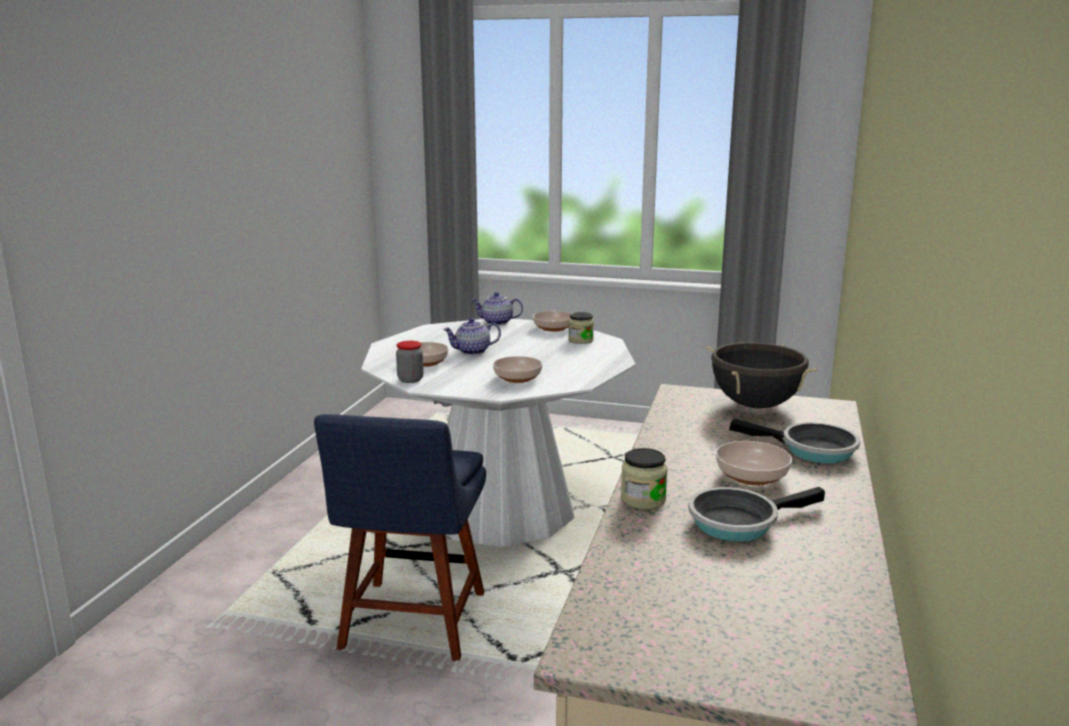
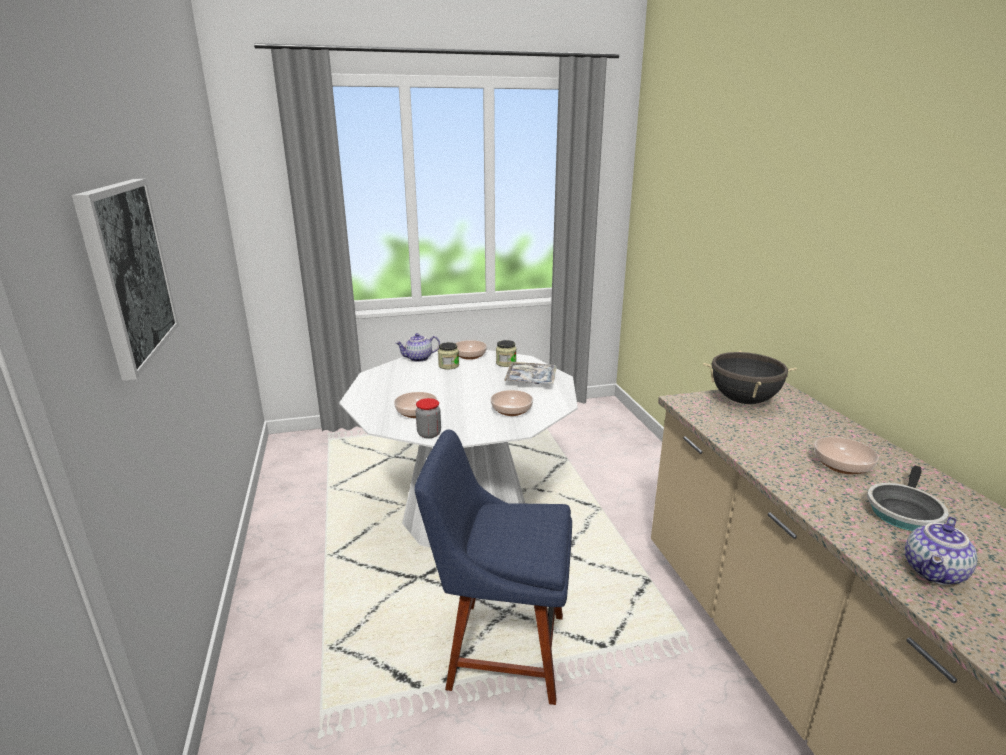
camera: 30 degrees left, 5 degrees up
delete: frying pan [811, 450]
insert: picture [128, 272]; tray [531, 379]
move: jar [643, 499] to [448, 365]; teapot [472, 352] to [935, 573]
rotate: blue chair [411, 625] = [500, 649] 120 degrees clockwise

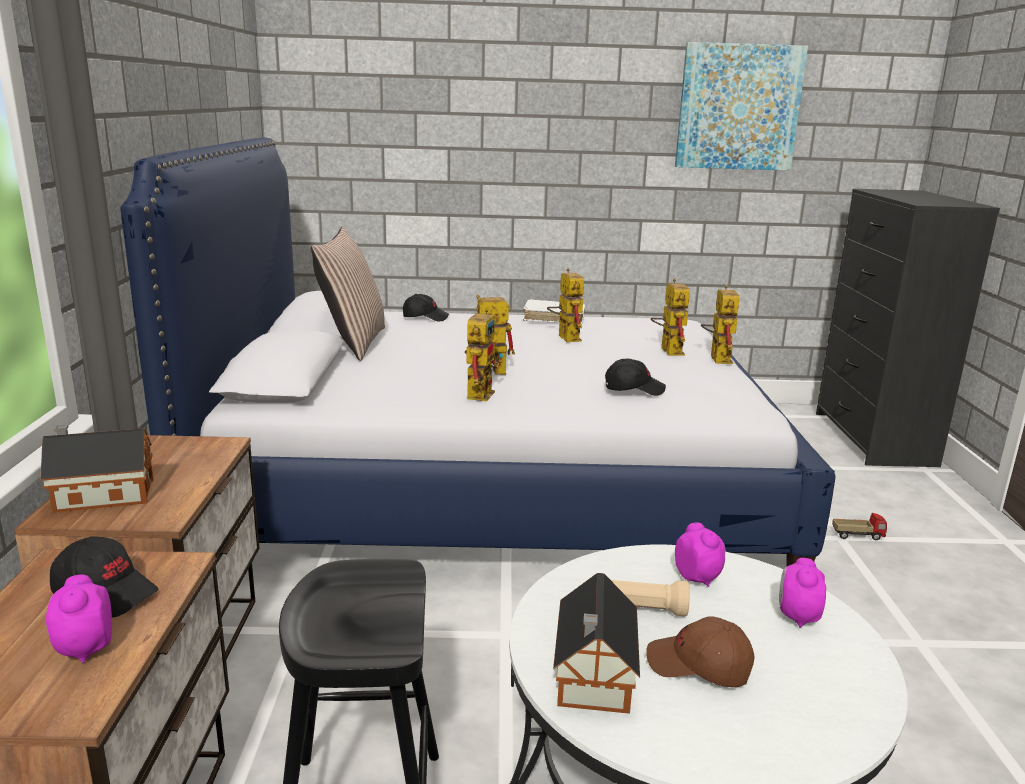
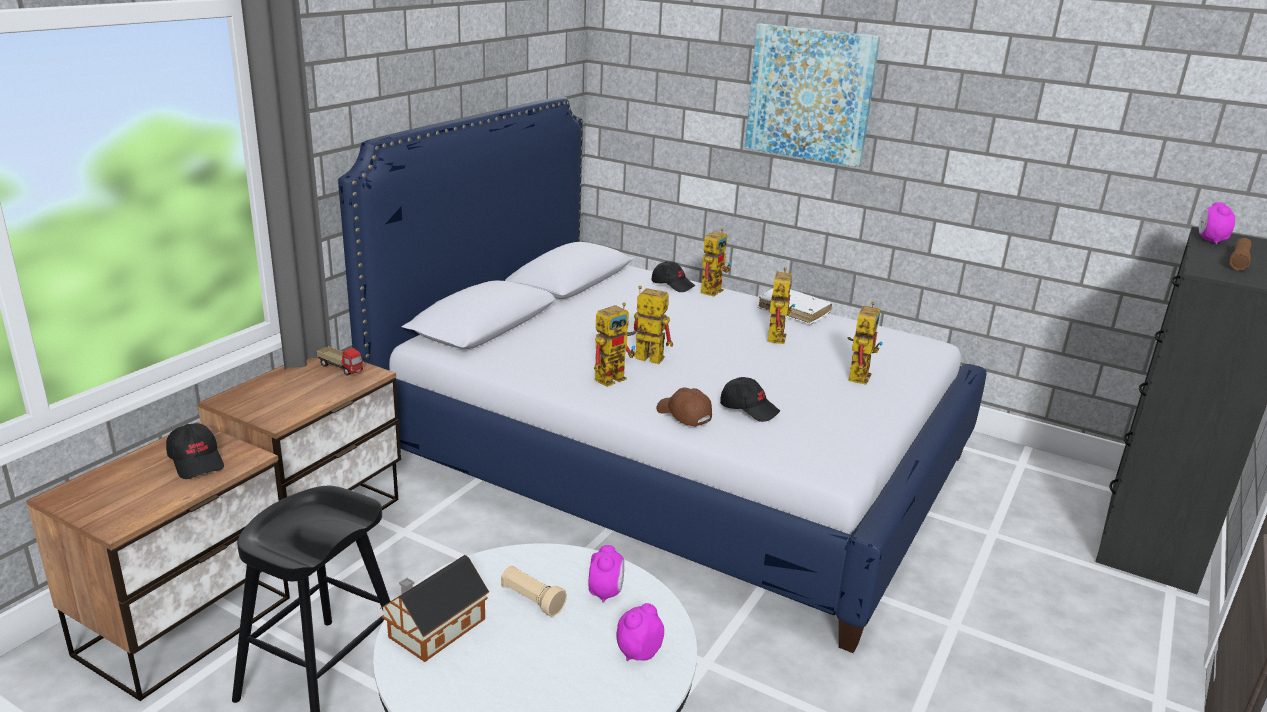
camera: 30 degrees right, 5 degrees up
delete: toy house [100, 495]; pillow [353, 342]
insert: brown flashlight [1239, 260]
move: toy truck [857, 536] to [341, 368]; brown cap [699, 667] to [683, 415]; toy robot [717, 358] to [712, 289]; picture [738, 107] to [810, 94]; alarm clock [84, 649] to [1210, 241]

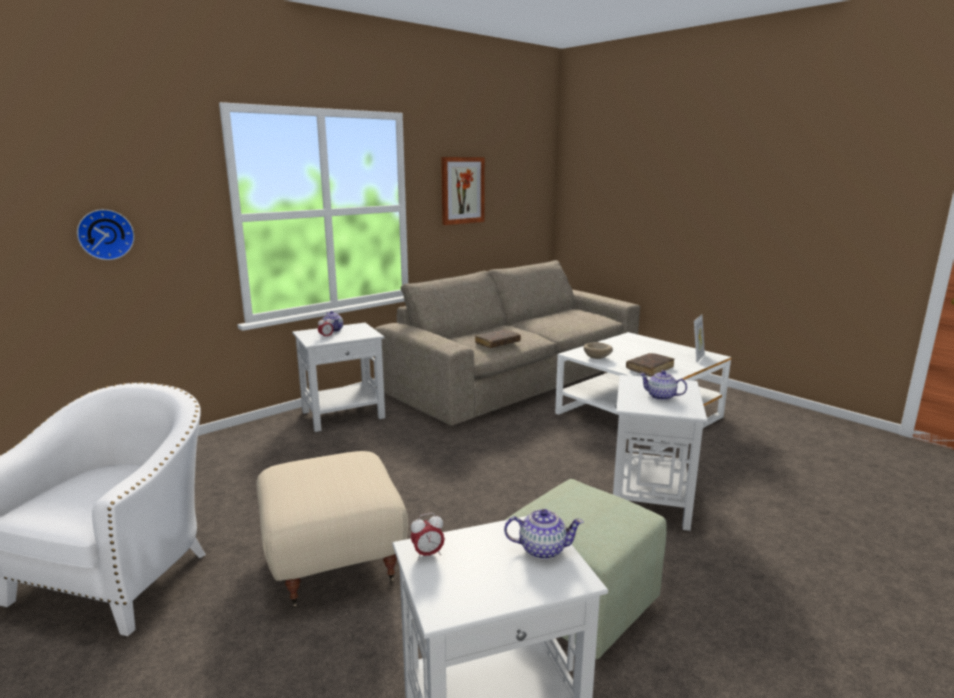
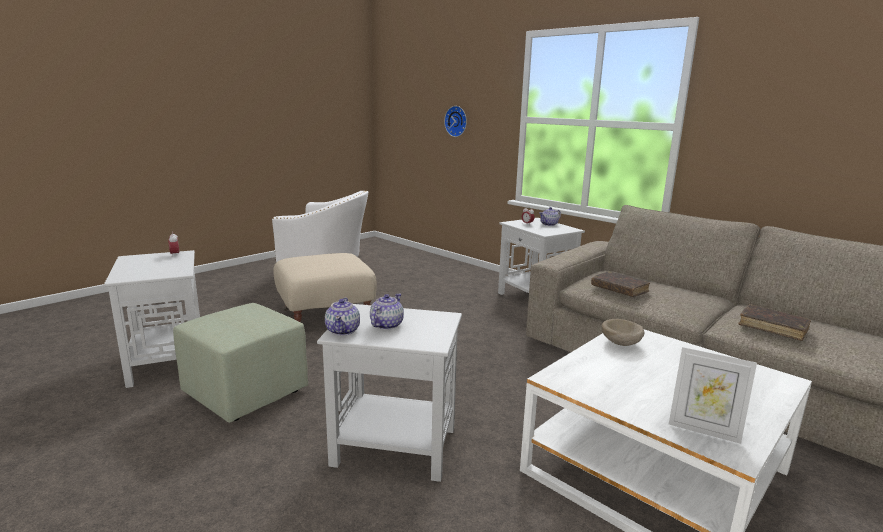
camera: 85 degrees right, 0 degrees up
delete: picture [462, 190]
move: teapot [542, 549] to [343, 330]; brown book [649, 369] to [772, 328]

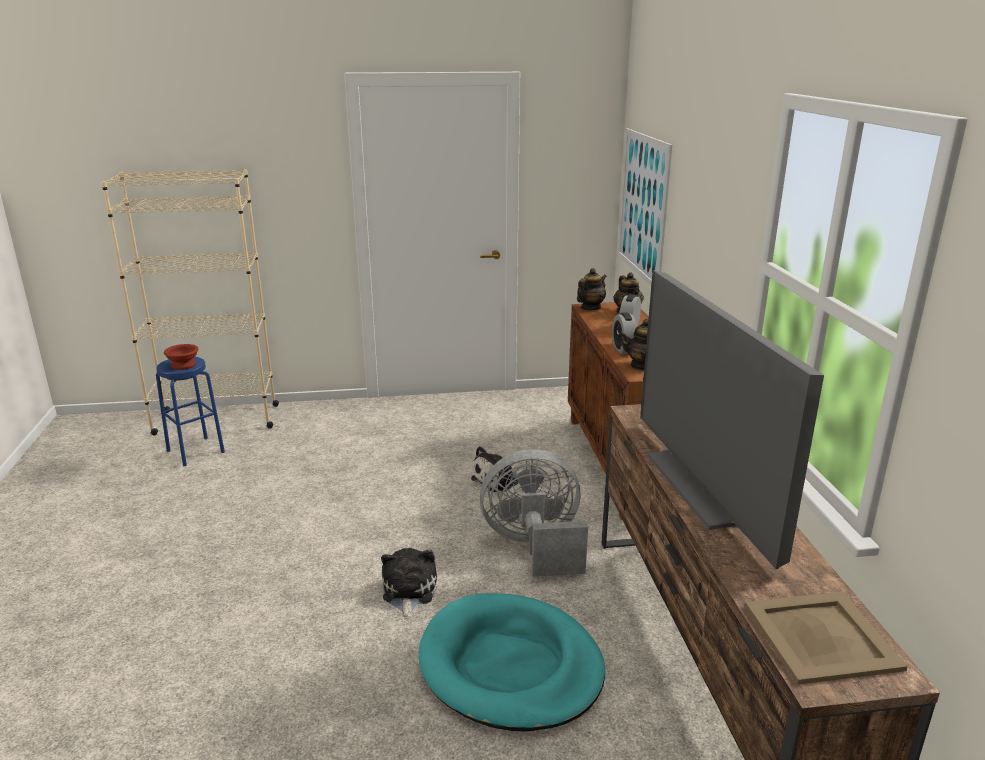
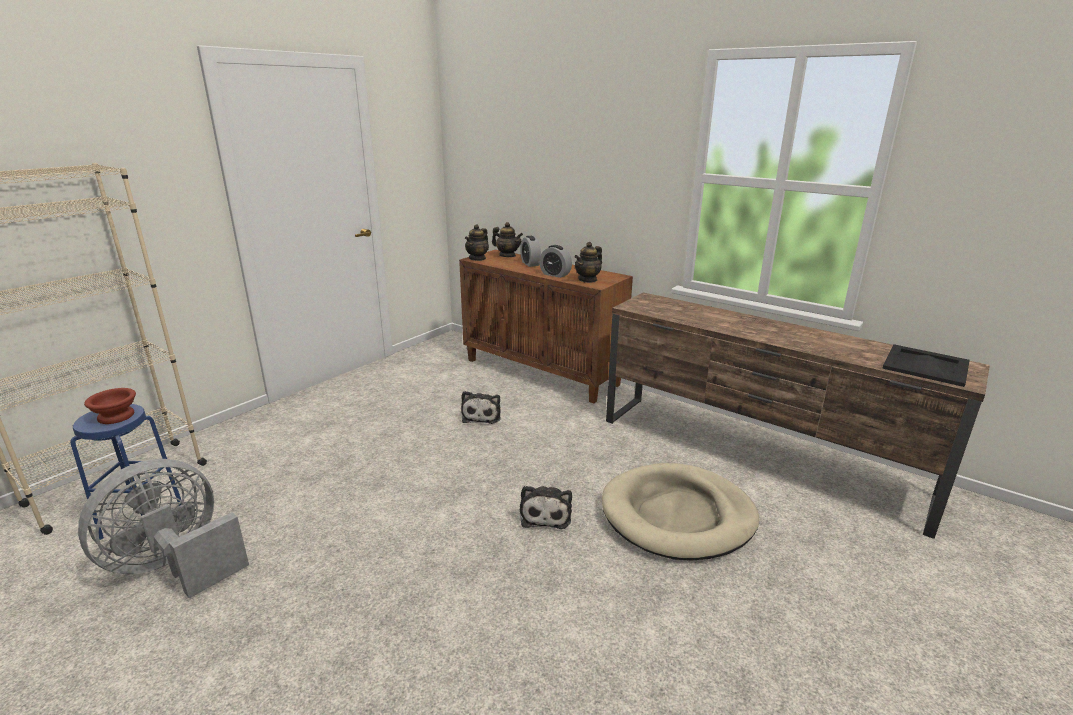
camera: 45 degrees left, 0 degrees up
delete: picture [642, 206]; television [708, 487]
move: grey fan [534, 546] to [175, 566]
recolor: turquoise dog bed [510, 666] to beige dog bed [678, 515]; beige tray [821, 636] to black tray [925, 365]
rotate: teapot [590, 308] = [477, 258] 150 degrees counterclockwise; plush toy [408, 591] = [545, 514] 135 degrees counterclockwise

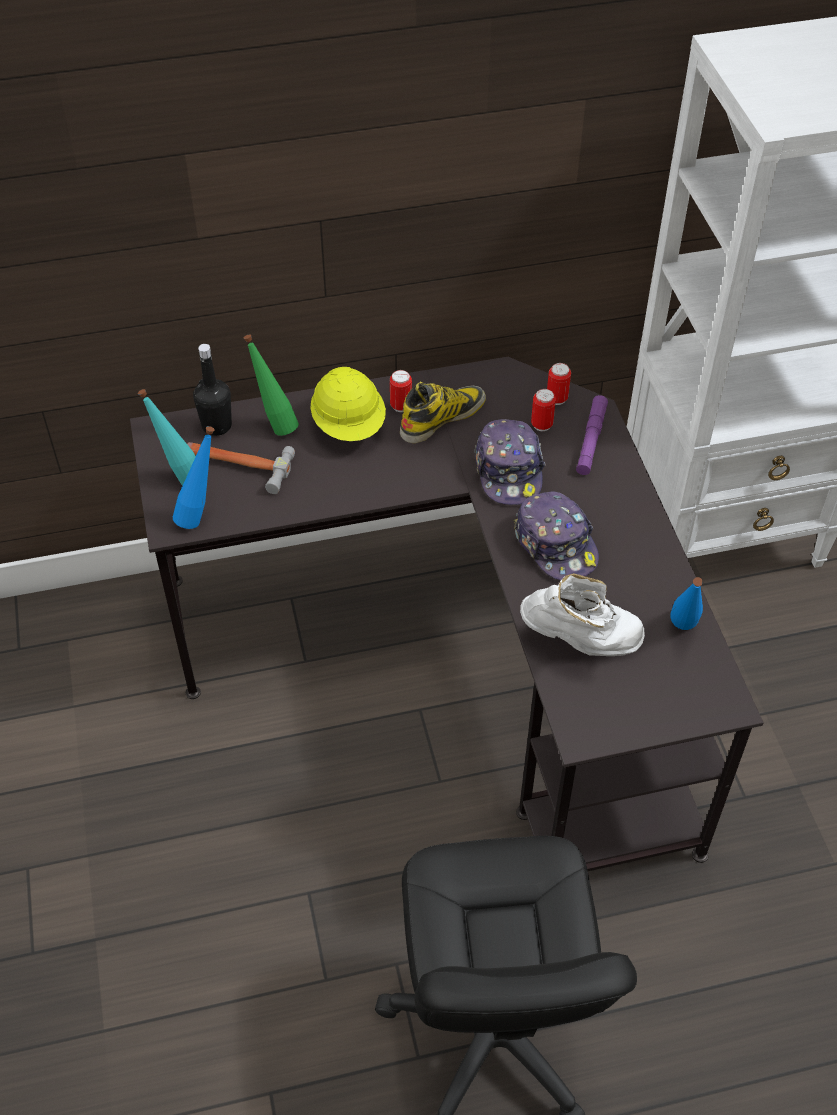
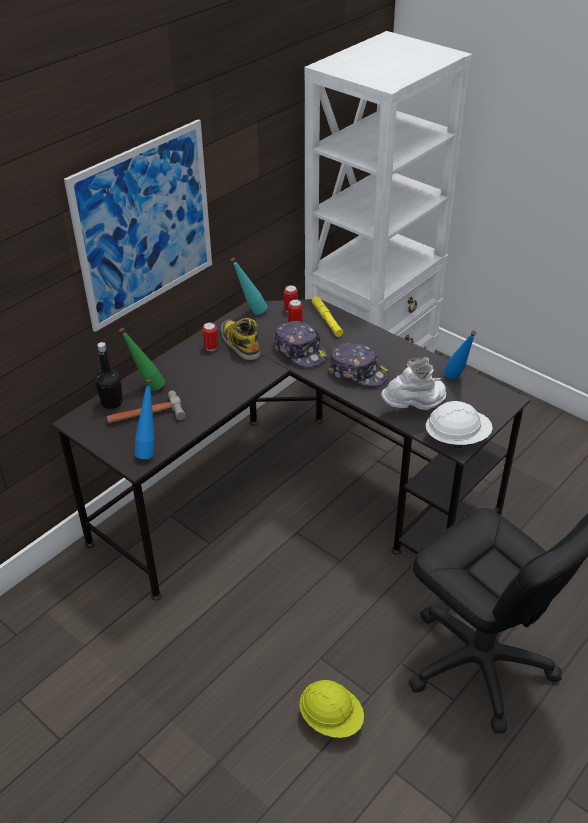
camera: 35 degrees left, 10 degrees down
insert: picture [144, 225]; white hard hat [456, 438]
move: turquoise bottle [179, 476] to [250, 312]; yellow hard hat [349, 425] to [331, 718]
recolor: purple flashlight [591, 440] to yellow flashlight [327, 320]
rotate: boot [442, 417] = [239, 343] 45 degrees counterclockwise

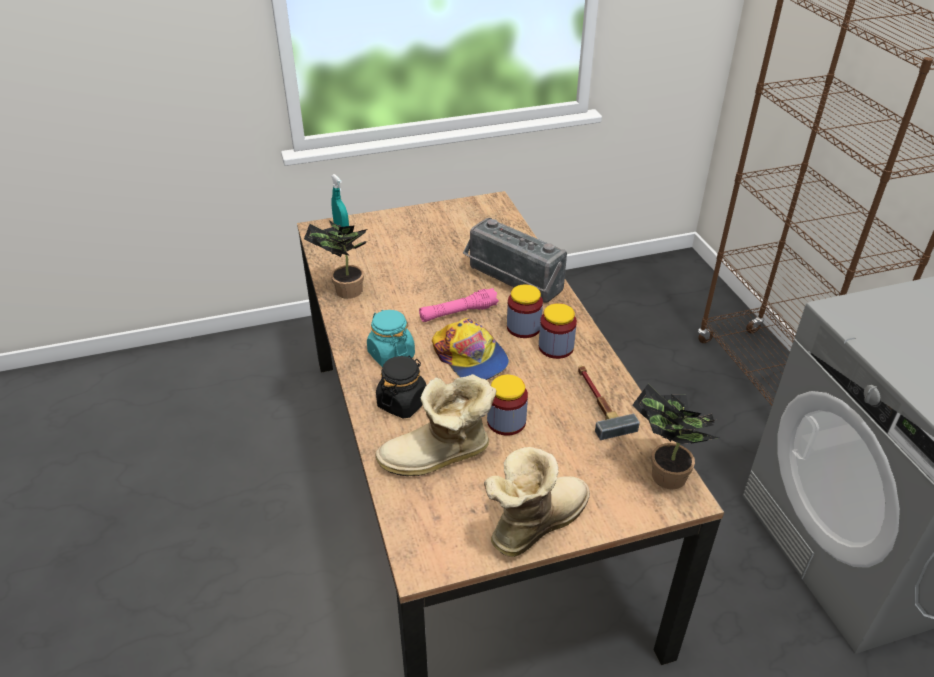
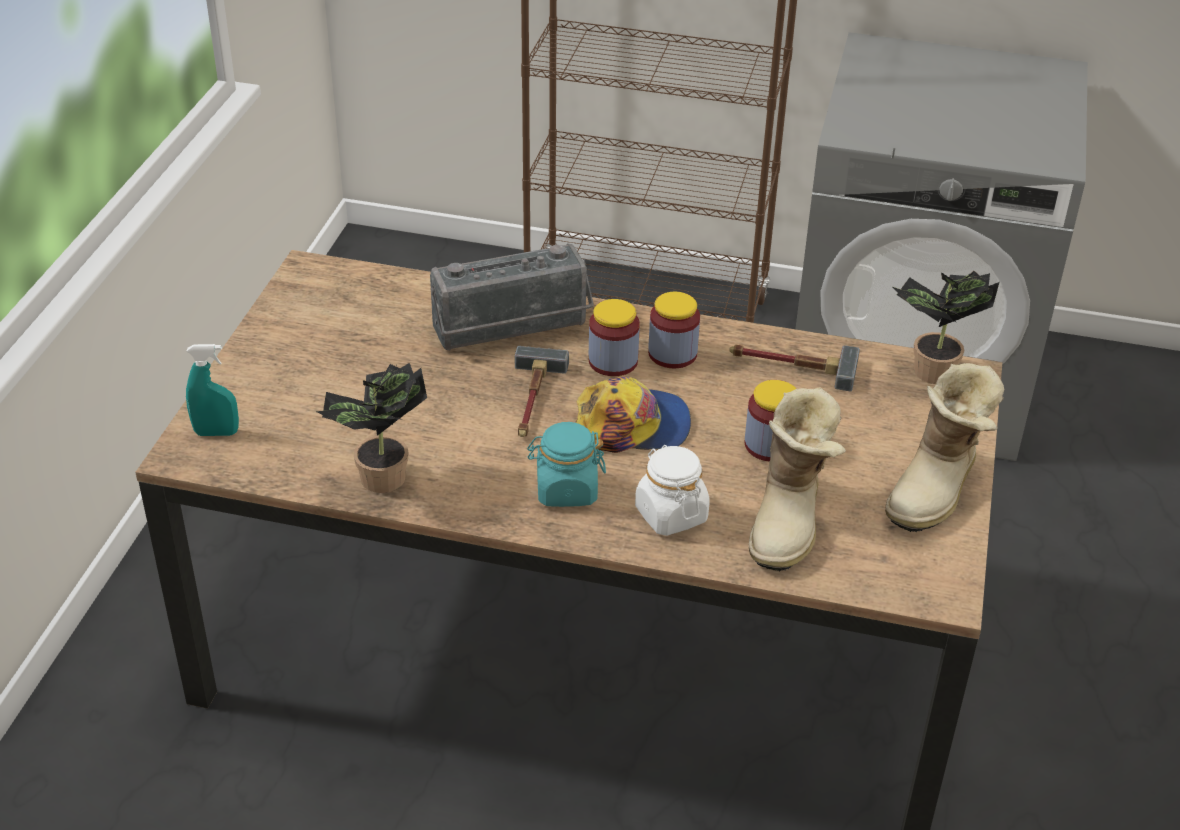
camera: 60 degrees left, 0 degrees up
replace: pink flashlight [458, 313] to hammer [532, 400]
recolor: black jar [402, 403] to white jar [670, 514]
rotate: boot [533, 522] = [937, 490] 135 degrees counterclockwise

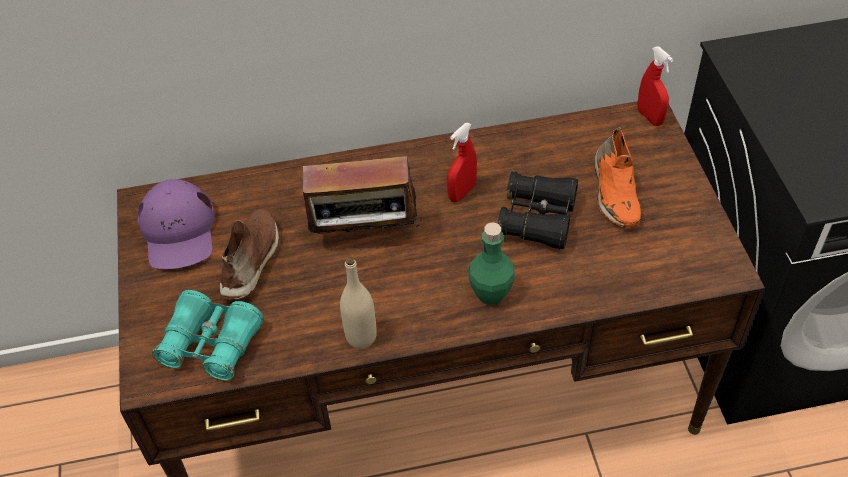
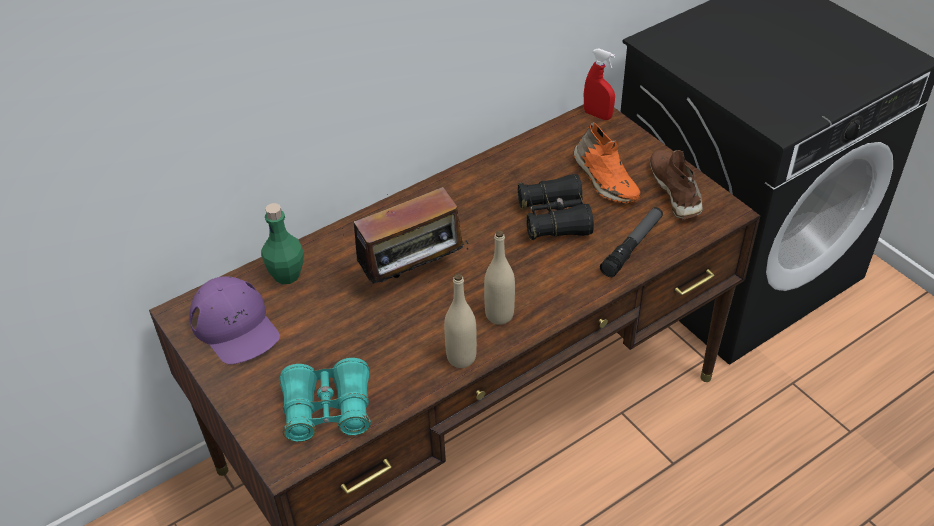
camera: 25 degrees left, 5 degrees down
delete: red spray bottle [462, 193]
insert: beige bottle [499, 315]; flashlight [632, 246]
move: green bottle [491, 293] to [287, 275]; brown shoe [252, 261] to [676, 191]

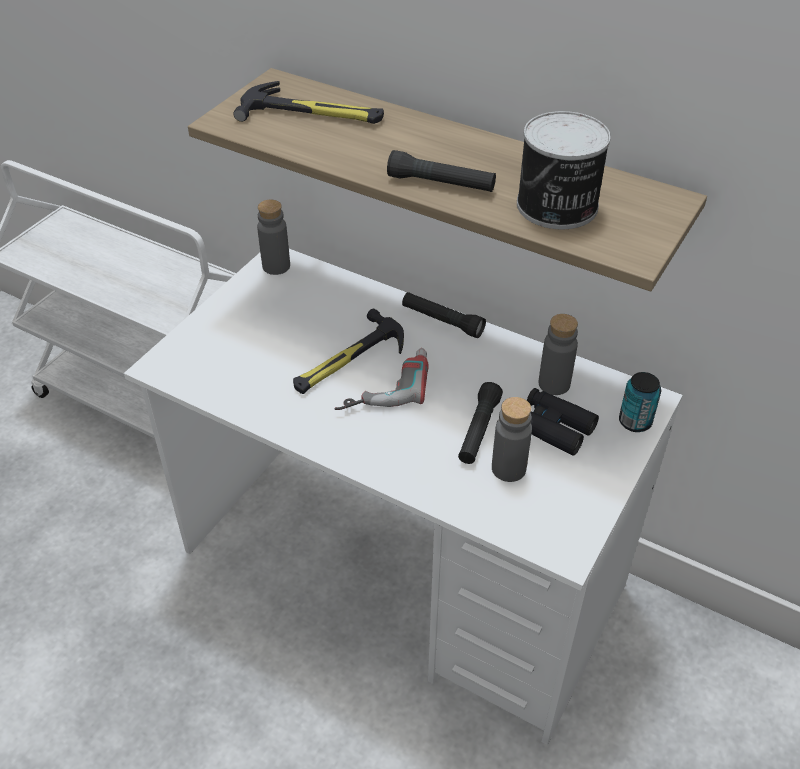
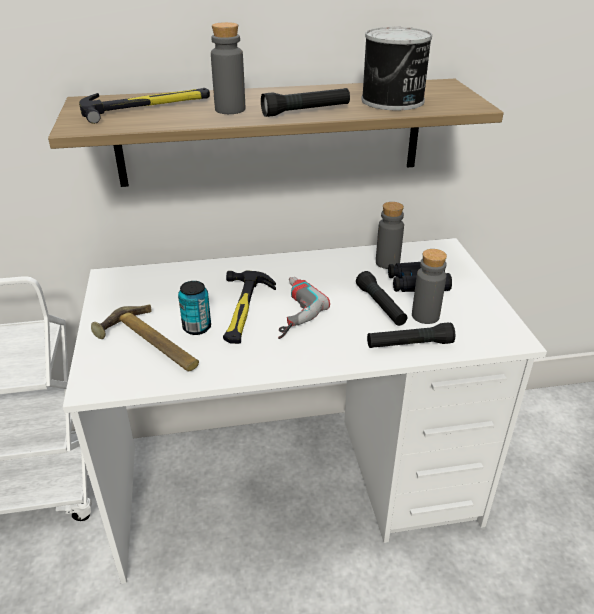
camera: 40 degrees left, 10 degrees down
insert: hammer [149, 347]
move: can [635, 422] to [197, 327]; grey bottle [276, 266] to [230, 109]; black flashlight [442, 321] to [409, 344]

